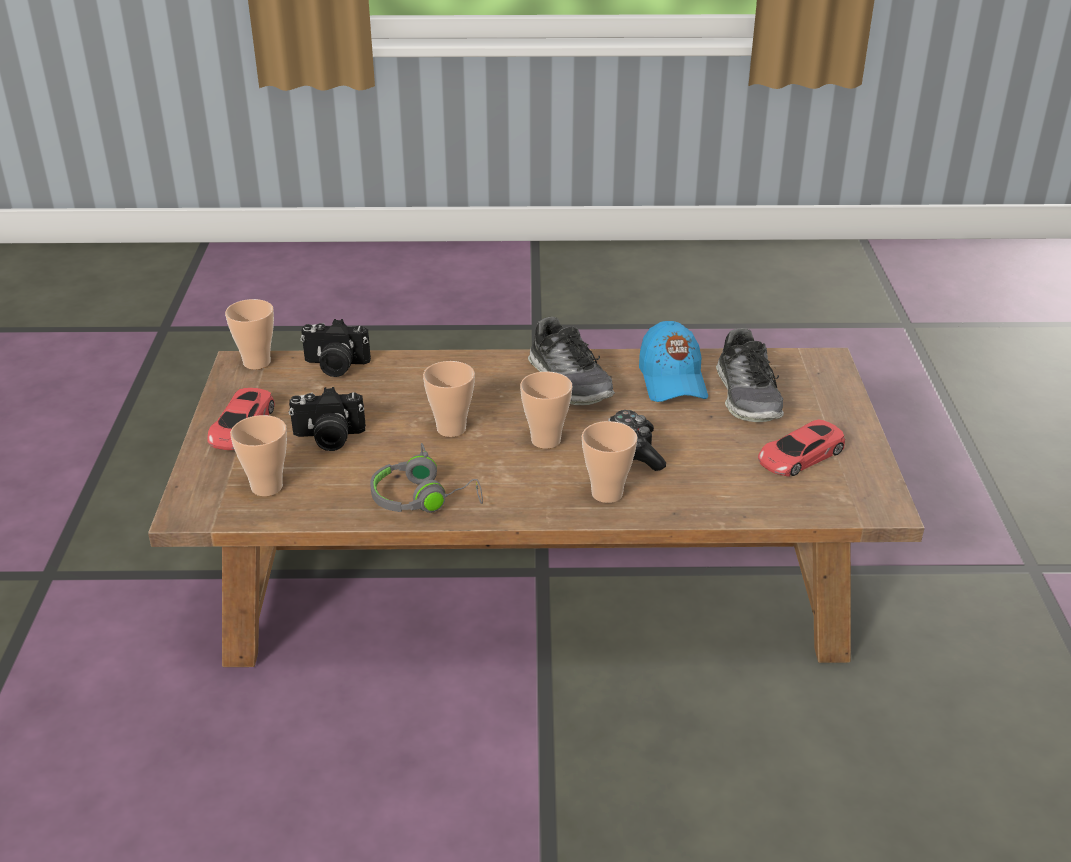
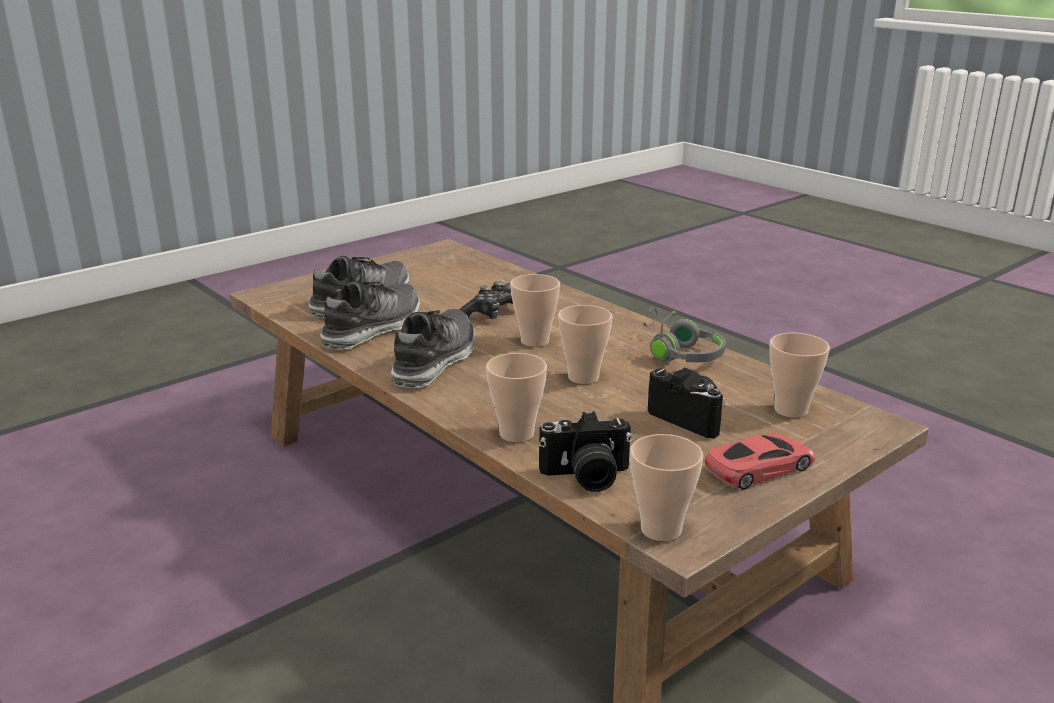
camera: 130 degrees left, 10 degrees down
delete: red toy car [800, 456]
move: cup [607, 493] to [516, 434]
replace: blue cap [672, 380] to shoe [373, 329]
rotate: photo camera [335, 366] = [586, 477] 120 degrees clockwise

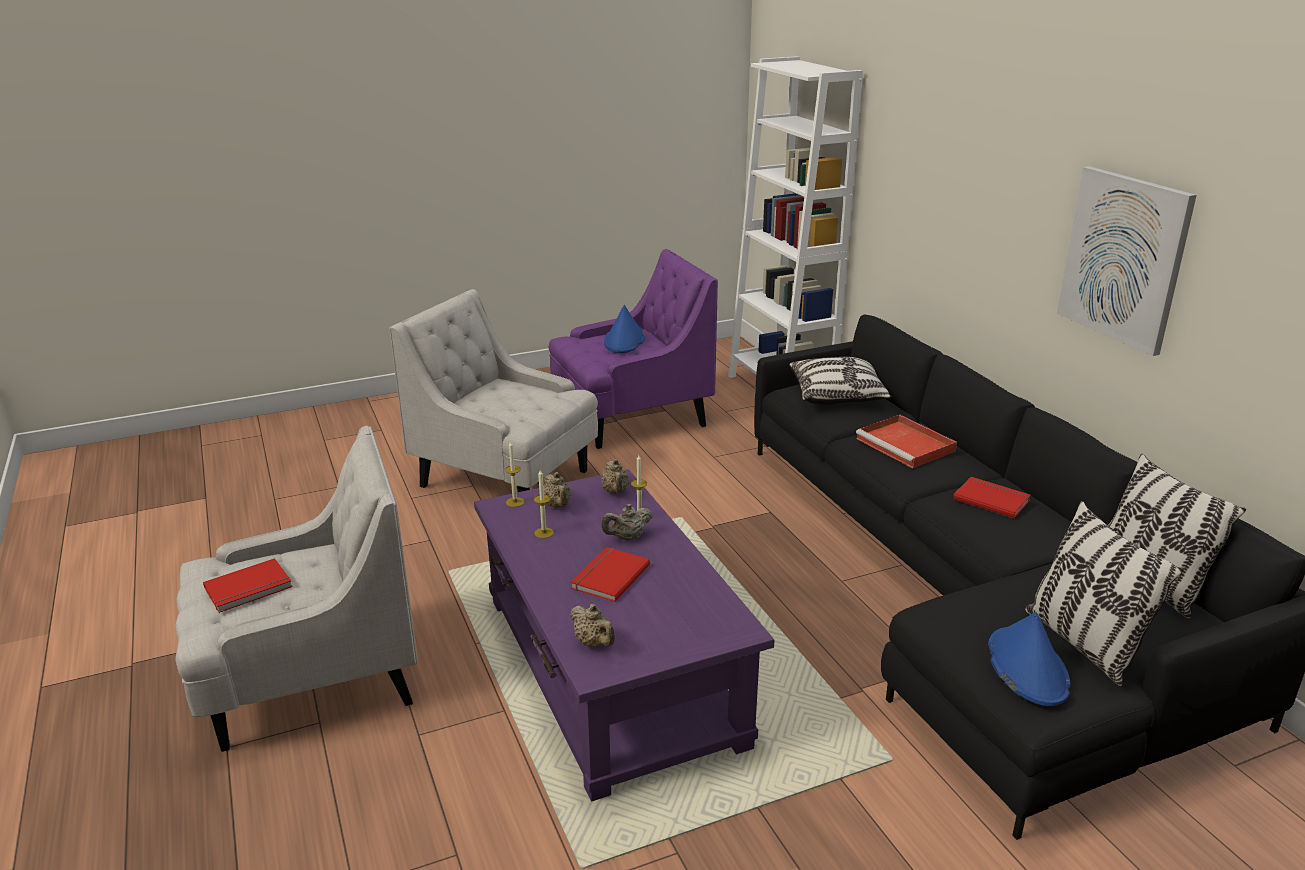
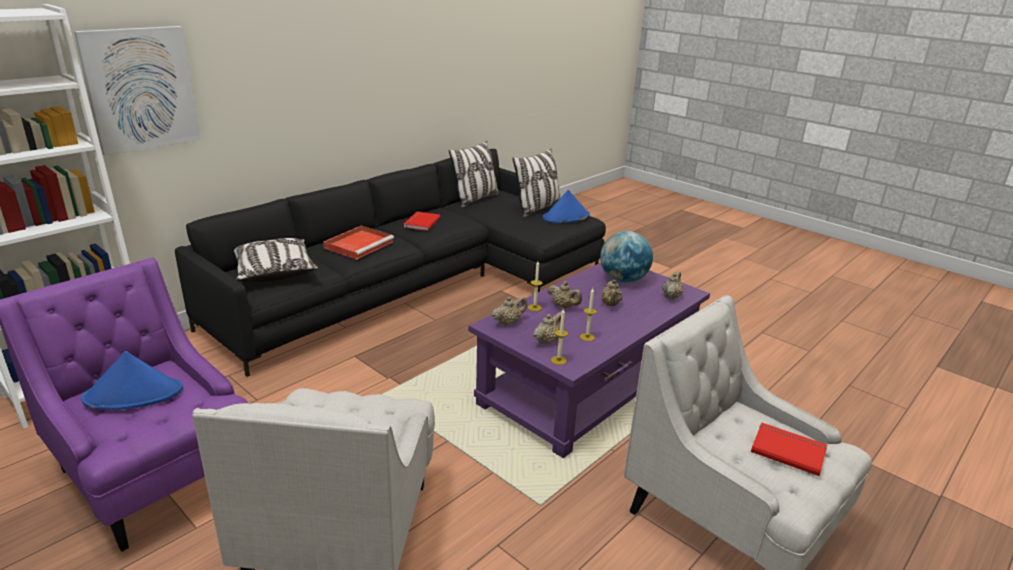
camera: 115 degrees left, 0 degrees up
insert: globe [623, 280]
move: picture [1124, 258] to [140, 89]
replace: red book [608, 576] to beige teapot [610, 304]

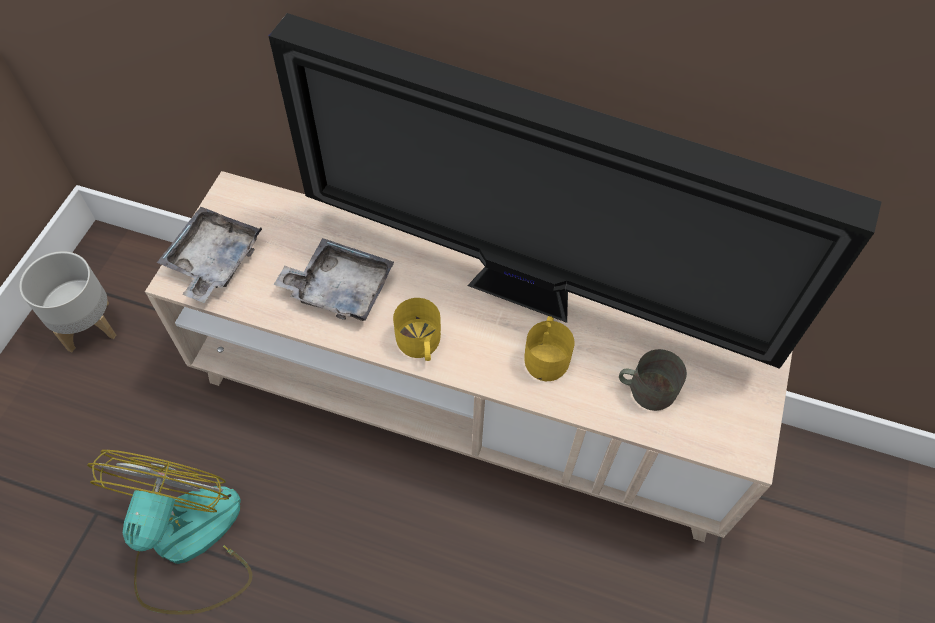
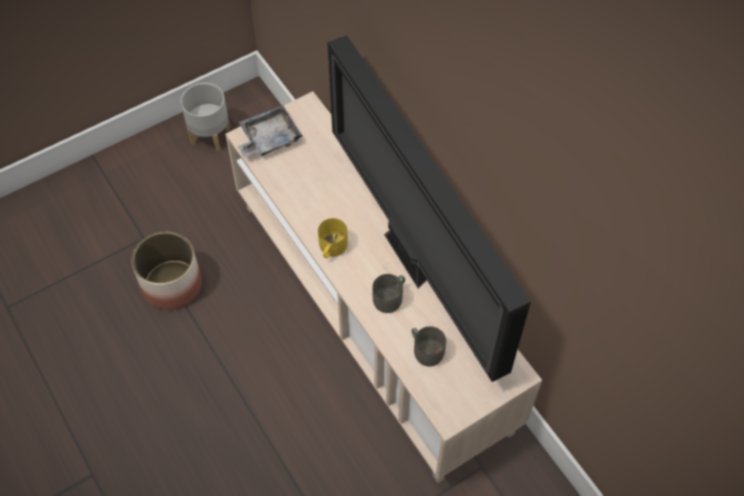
camera: 40 degrees right, 0 degrees up
delete: grey tray [340, 289]
replace: fan [187, 545] to planter [171, 284]
recolor: yellow mug [547, 356] to grey mug [390, 298]

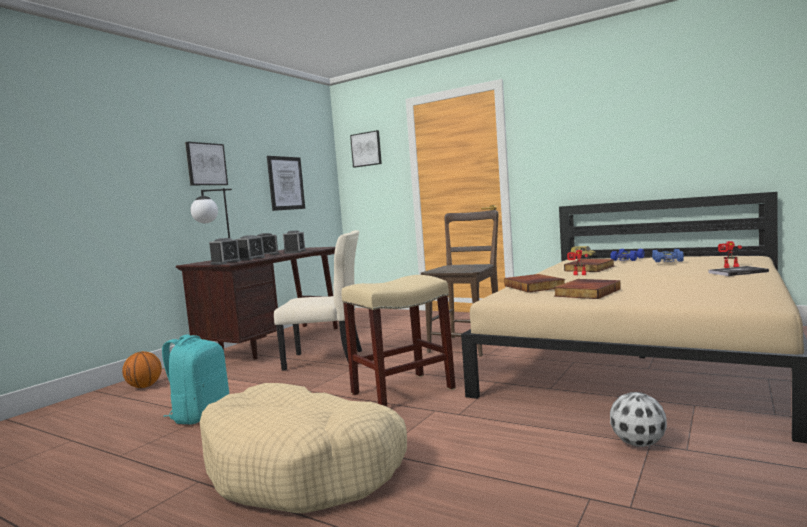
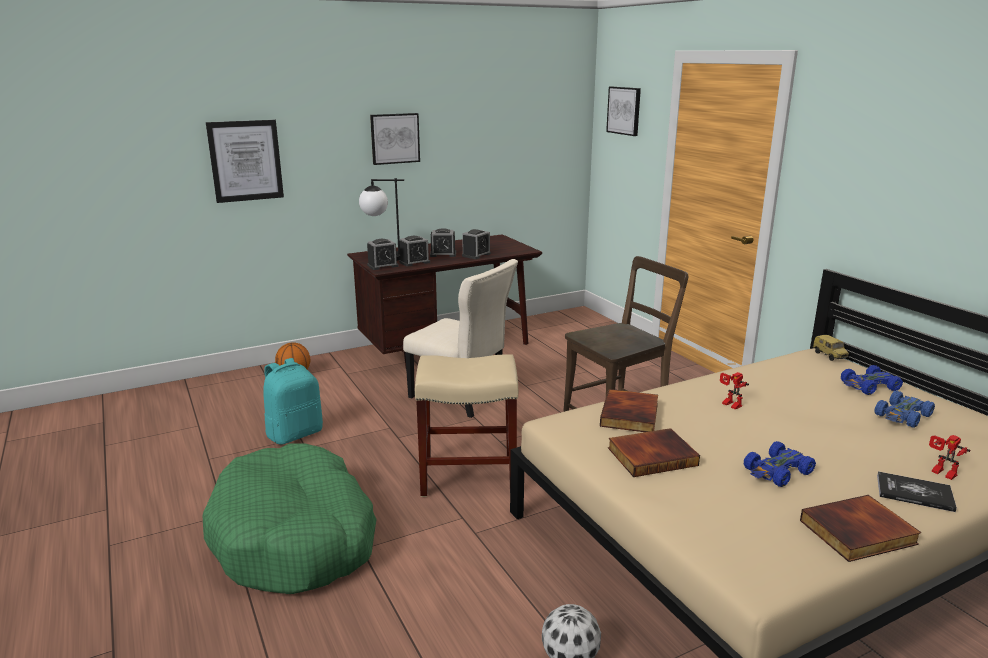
camera: 30 degrees right, 15 degrees up
insert: blue toy car [777, 472]
move: picture [285, 183] to [245, 161]; book [590, 268] to [858, 533]
recolor: beige dog bed [303, 468] to green dog bed [295, 537]

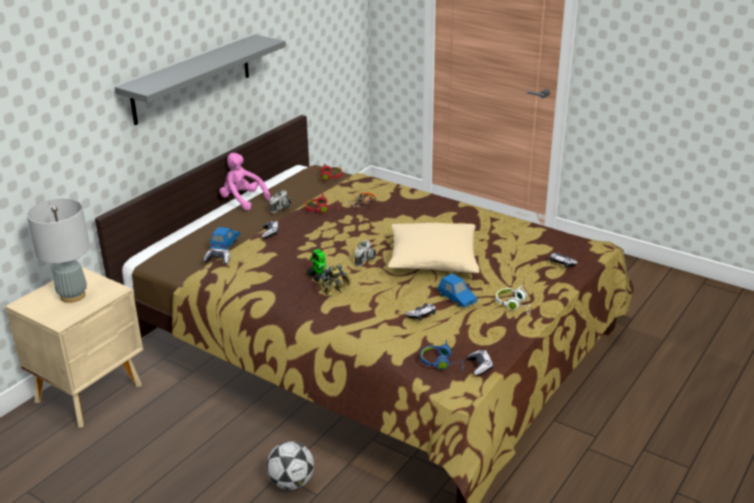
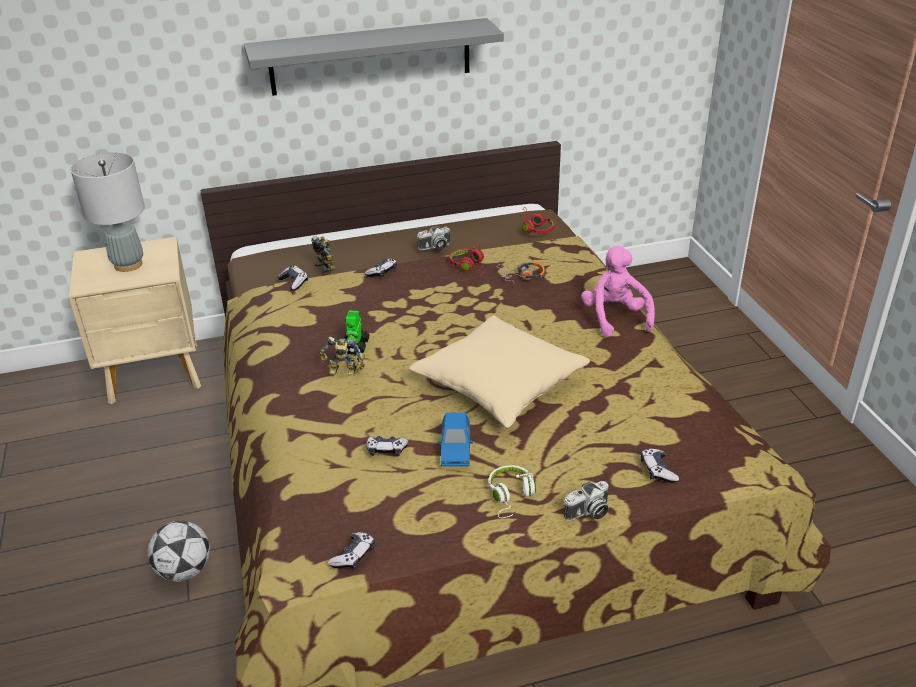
camera: 40 degrees right, 5 degrees up
delete: blue headphones [442, 363]
move: photo camera [365, 259] to [588, 513]; pink plush toy [242, 200] to [615, 318]
replace: blue toy car [225, 243] to toy robot [327, 266]

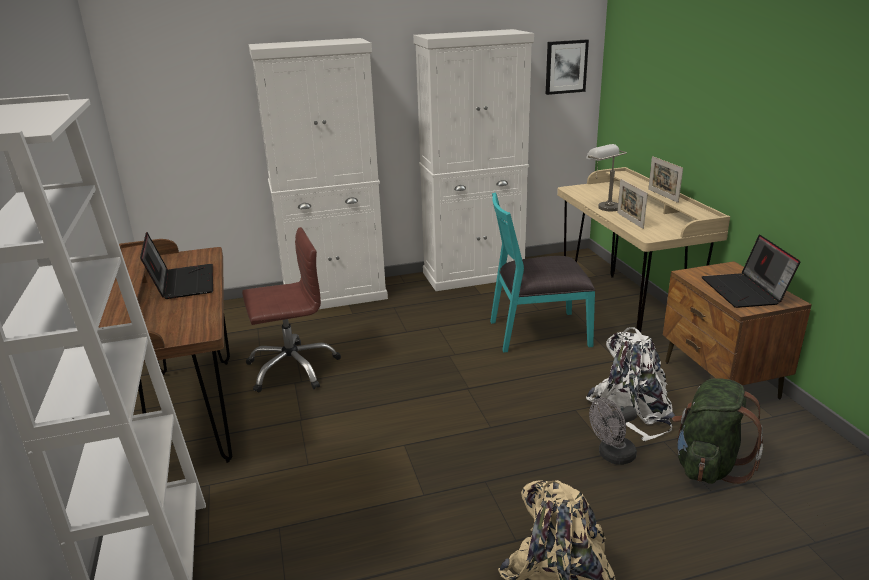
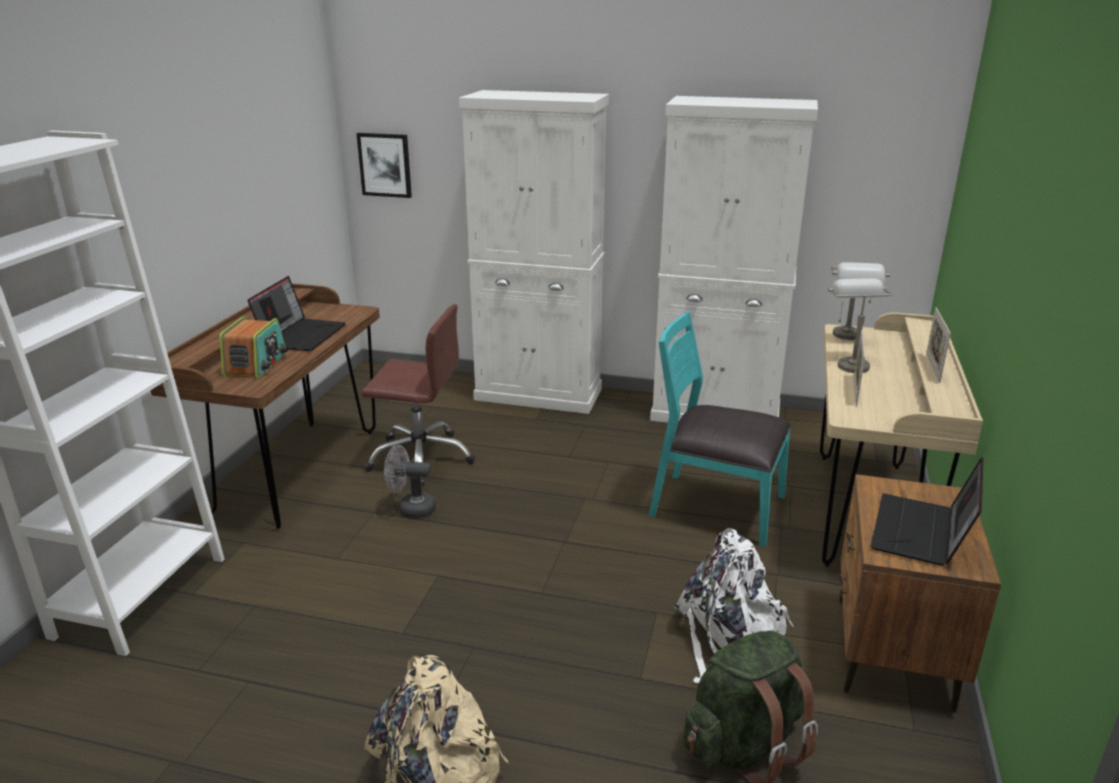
camera: 30 degrees right, 0 degrees up
insert: radio [256, 364]; grey table lamp [849, 338]
move: picture [566, 67] to [385, 165]; grey fan [612, 456] to [411, 509]

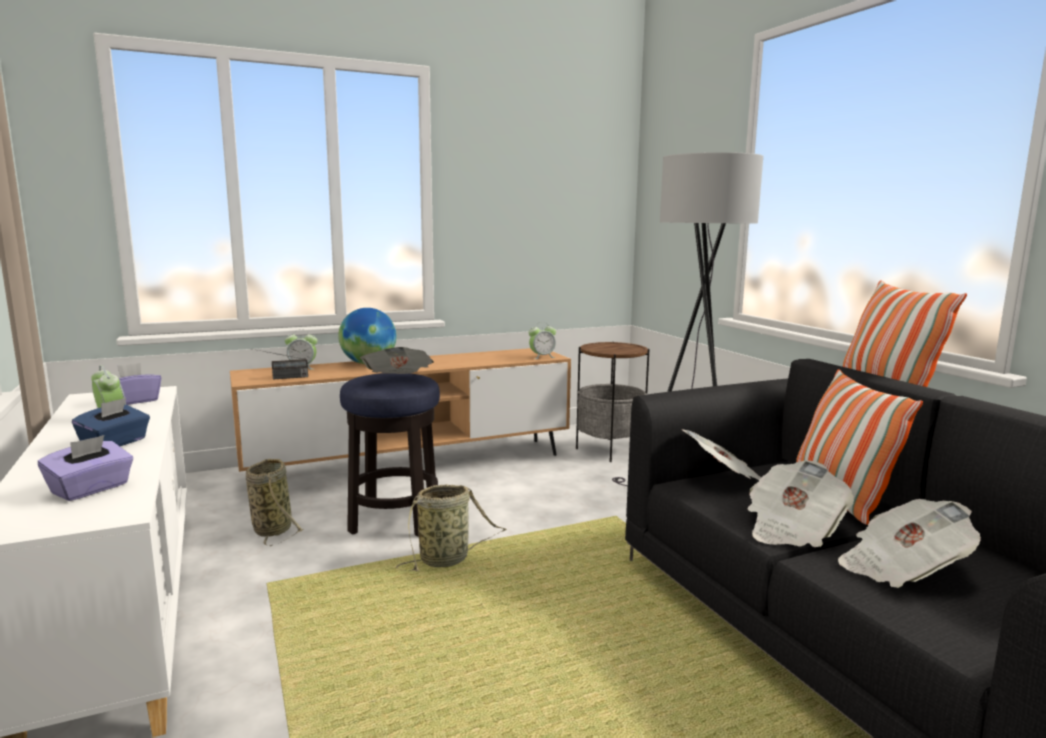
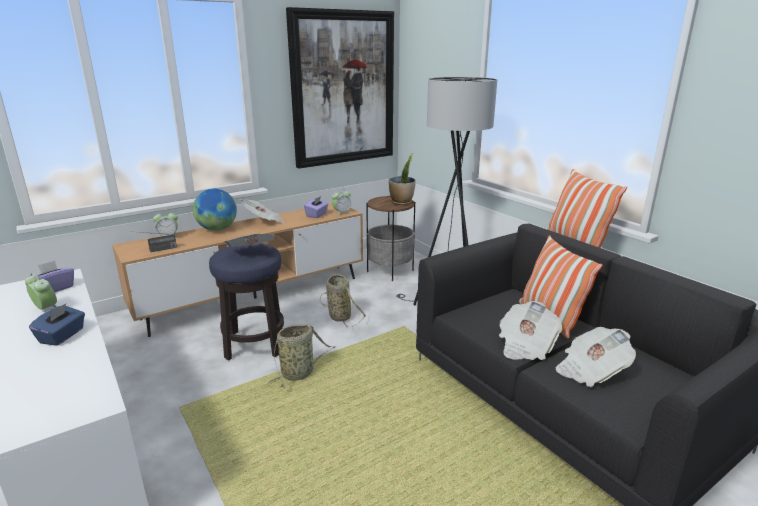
camera: 10 degrees left, 10 degrees up
insert: picture [343, 89]; potted plant [401, 202]
move: newspaper [724, 478] to [264, 221]; purple tissue box [91, 489] to [317, 215]; basket [272, 528] to [339, 316]

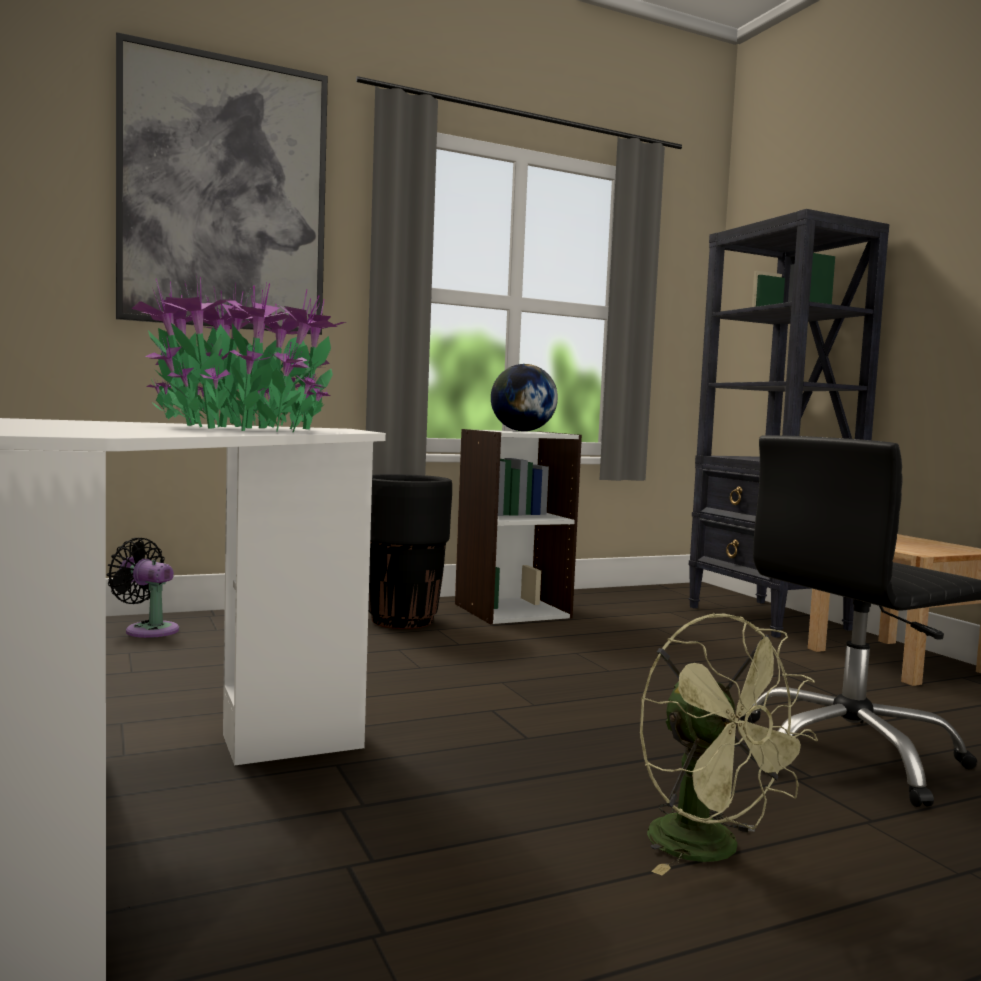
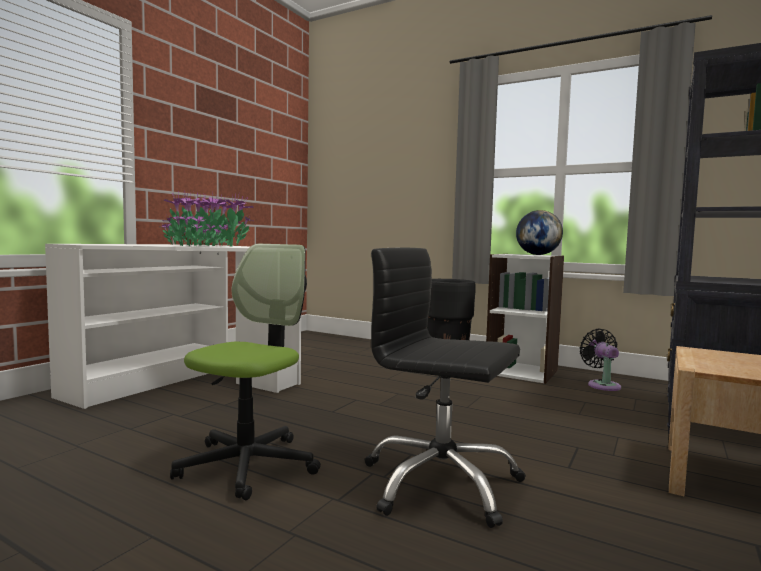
camera: 55 degrees right, 0 degrees up
delete: picture [224, 195]
move: black fan [148, 630] to [602, 385]
replace: green fan [710, 850] to office chair [248, 465]

